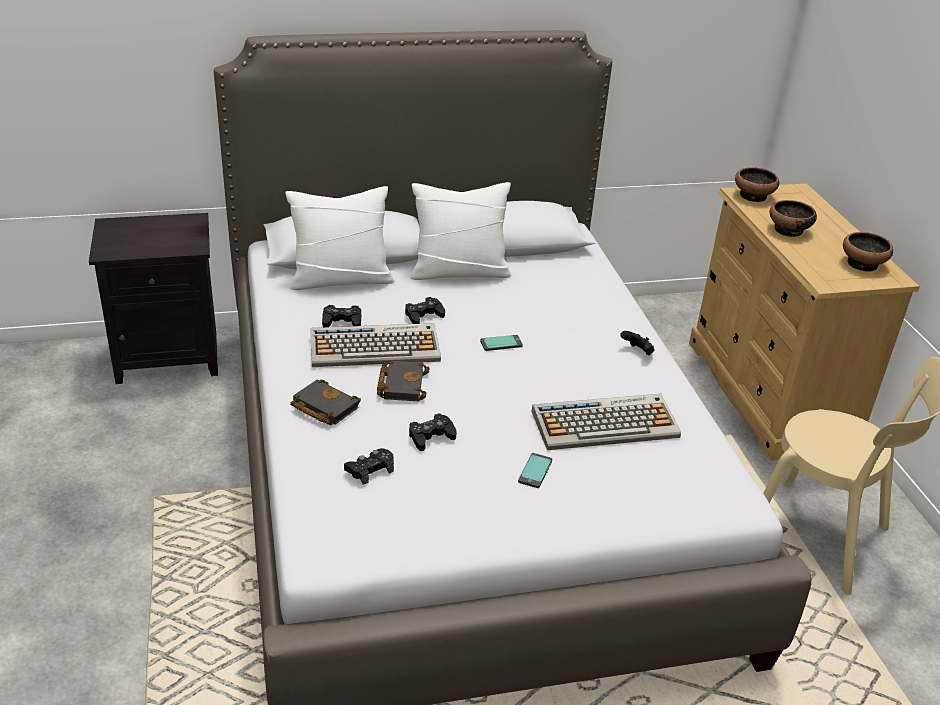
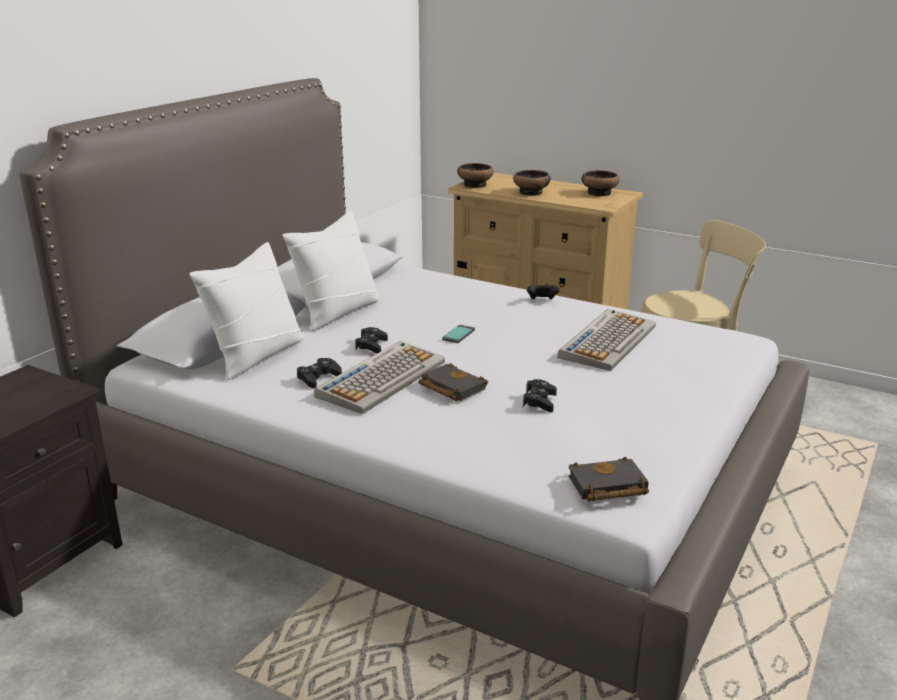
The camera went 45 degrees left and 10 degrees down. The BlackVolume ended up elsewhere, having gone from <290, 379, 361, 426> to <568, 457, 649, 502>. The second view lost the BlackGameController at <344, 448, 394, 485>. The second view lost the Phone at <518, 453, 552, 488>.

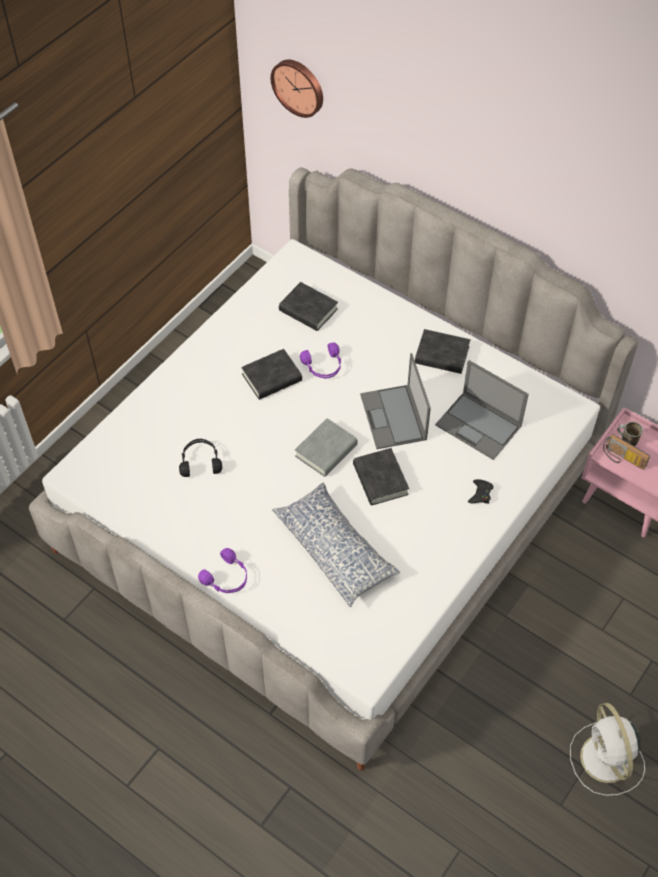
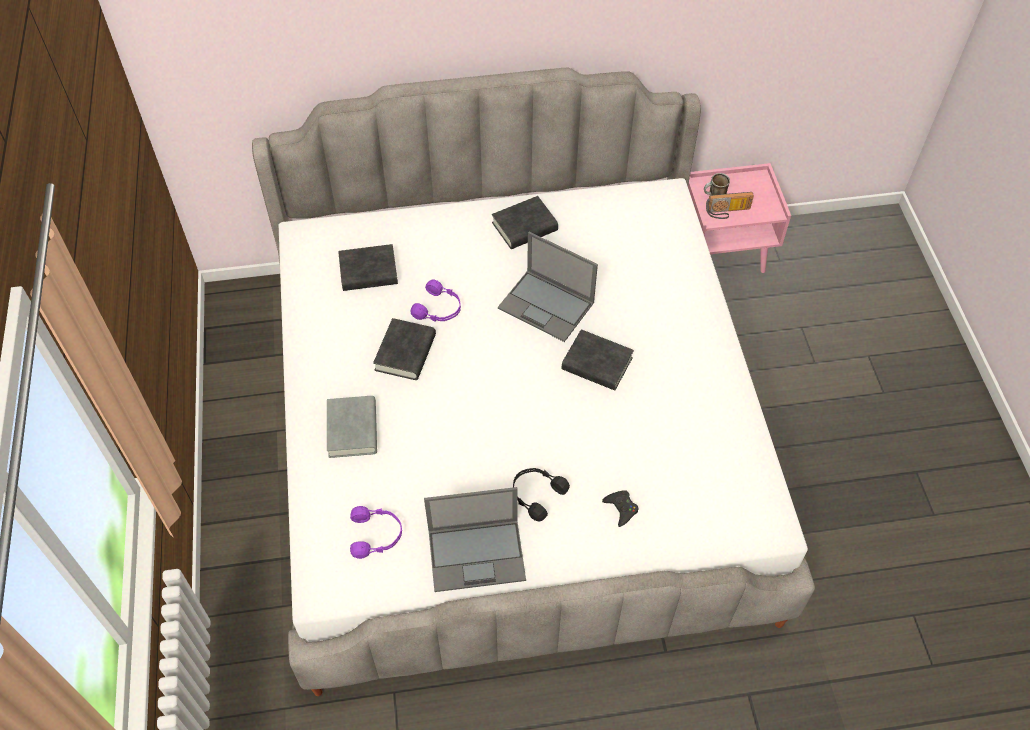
The camera went 45 degrees left and 0 degrees up. The BlackHeadset ended up elsewhere, having gone from <179, 439, 222, 477> to <513, 468, 570, 522>. The PurpleHeadset ended up elsewhere, having gone from <198, 548, 247, 593> to <350, 506, 402, 559>. The second view lost the HangingClock at <271, 60, 323, 118>. The second view lost the ThrowPillow at <272, 483, 400, 607>. The GrayVolume ended up elsewhere, having gone from <295, 418, 358, 477> to <327, 396, 377, 458>. The NotebookComputer ended up elsewhere, having gone from <435, 360, 529, 460> to <424, 487, 526, 592>. The BlackGameController ended up elsewhere, having gone from <468, 479, 493, 504> to <602, 490, 638, 527>. The second view lost the WhiteColouredFan at <570, 703, 645, 796>.

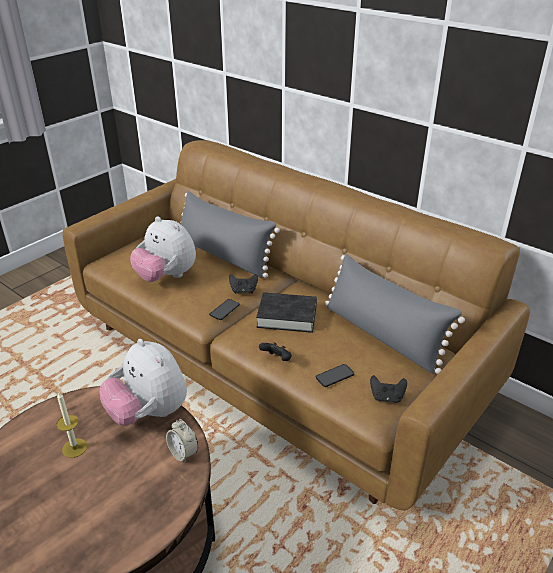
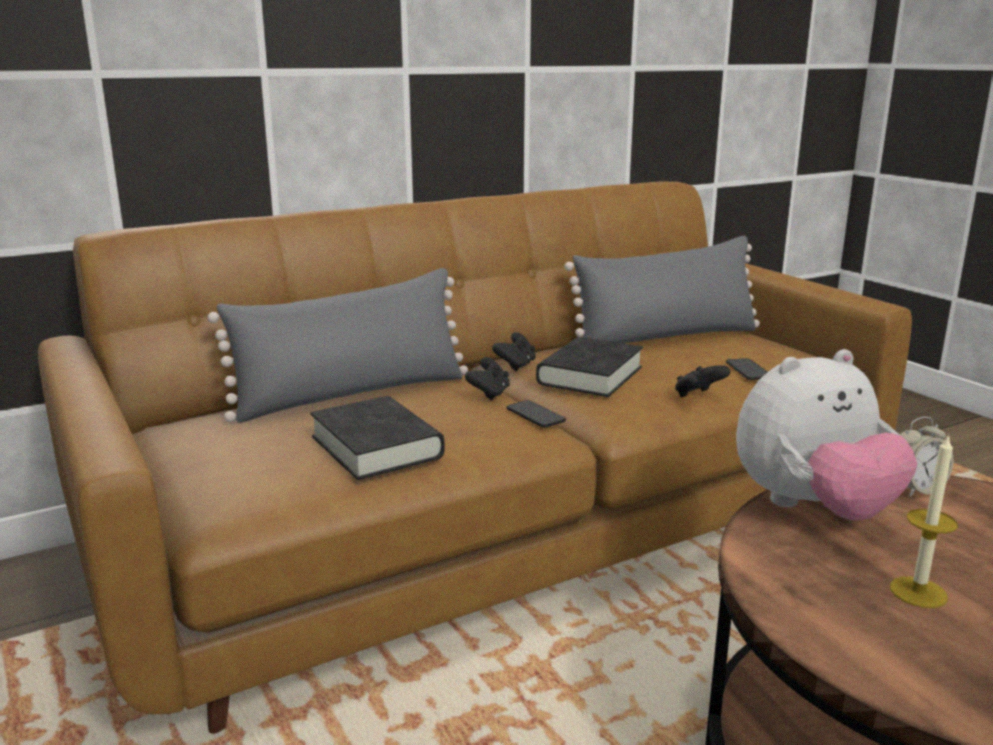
The camera went 70 degrees left and 15 degrees down. Where the PlushToy stood at <130, 216, 196, 282>, the BlackVolume came to stand at <310, 396, 445, 480>. The BlackGameController ended up elsewhere, having gone from <370, 375, 407, 403> to <492, 332, 536, 371>.

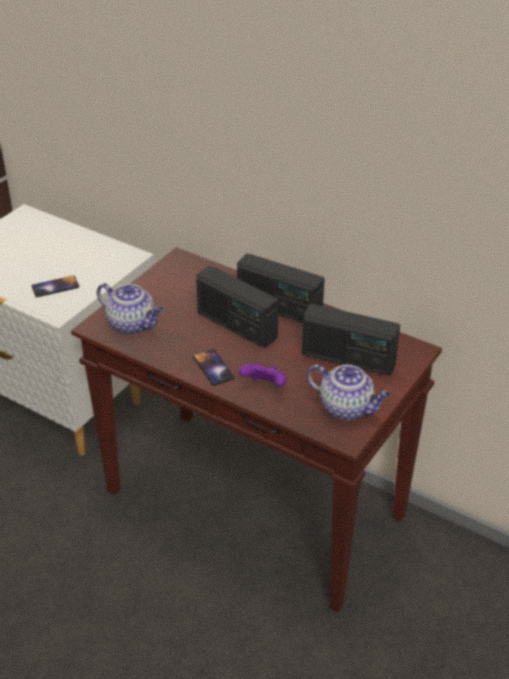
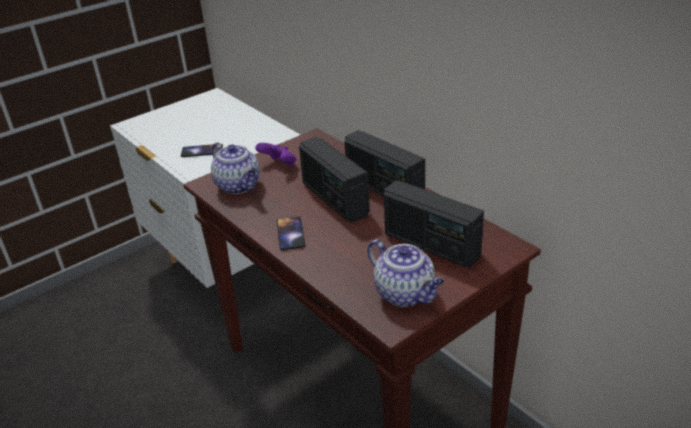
The camera went 20 degrees right and 5 degrees down. The PurpleGameController ended up elsewhere, having gone from <239, 363, 287, 387> to <255, 143, 296, 167>.

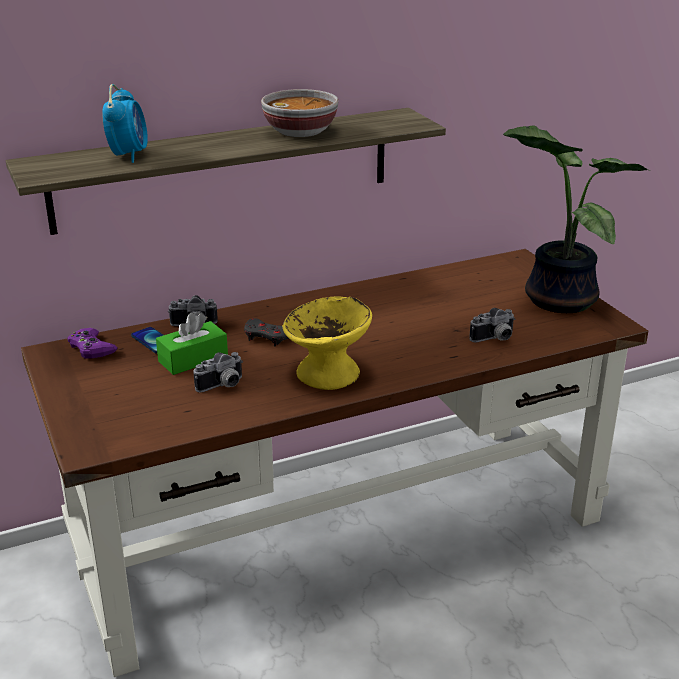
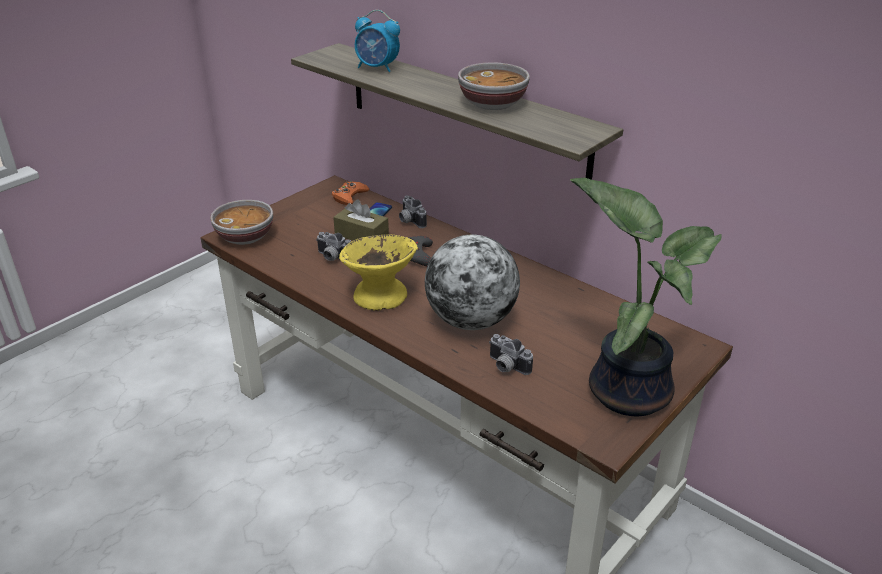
The camera went 65 degrees right and 5 degrees up. What was the PurpleGameController at <68, 328, 118, 359> turned into the OrangeyGameController at <332, 181, 369, 205>. The BedsideClock at <102, 84, 148, 163> ended up facing another way, 45 degrees clockwise from before. What was the GreenBoxOfTissues at <156, 313, 228, 375> turned into the BrownBoxOfTissues at <333, 199, 389, 241>. The second view gained the ServingBowl at <210, 200, 273, 245>. The second view gained the WorldGlobe at <425, 235, 520, 330>.

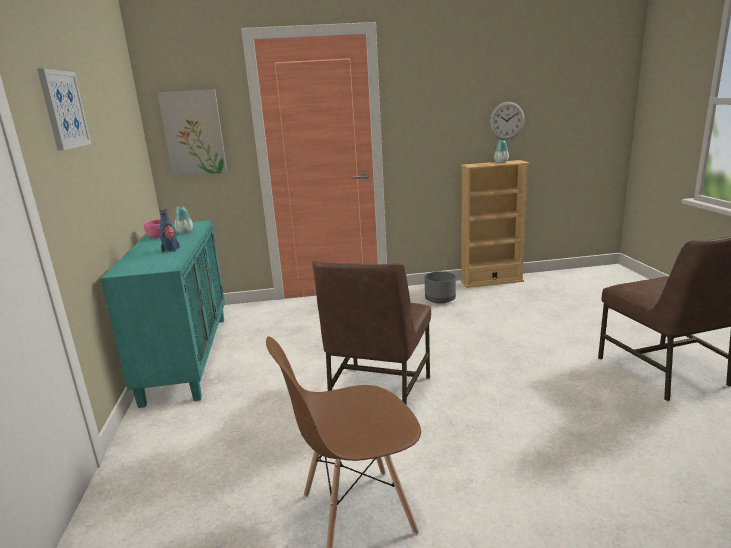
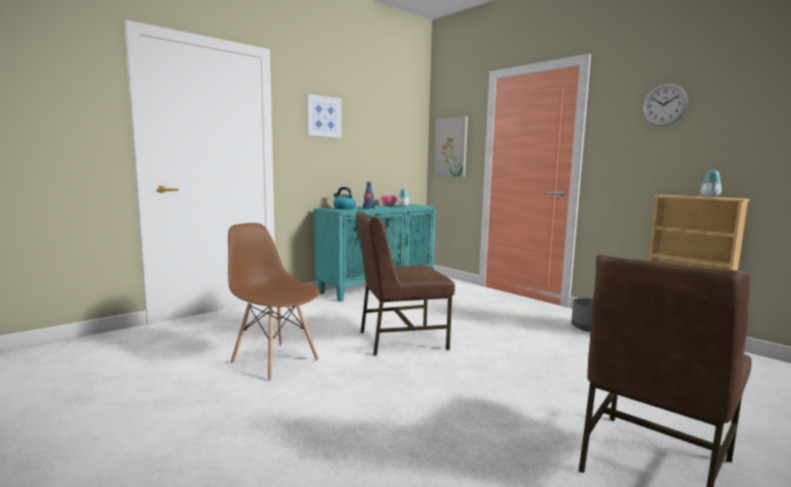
The camera went 55 degrees right and 10 degrees down. The HangingClock ended up elsewhere, having gone from <489, 102, 524, 140> to <642, 84, 688, 126>. The second view gained the TeaKettle at <333, 187, 356, 209>.

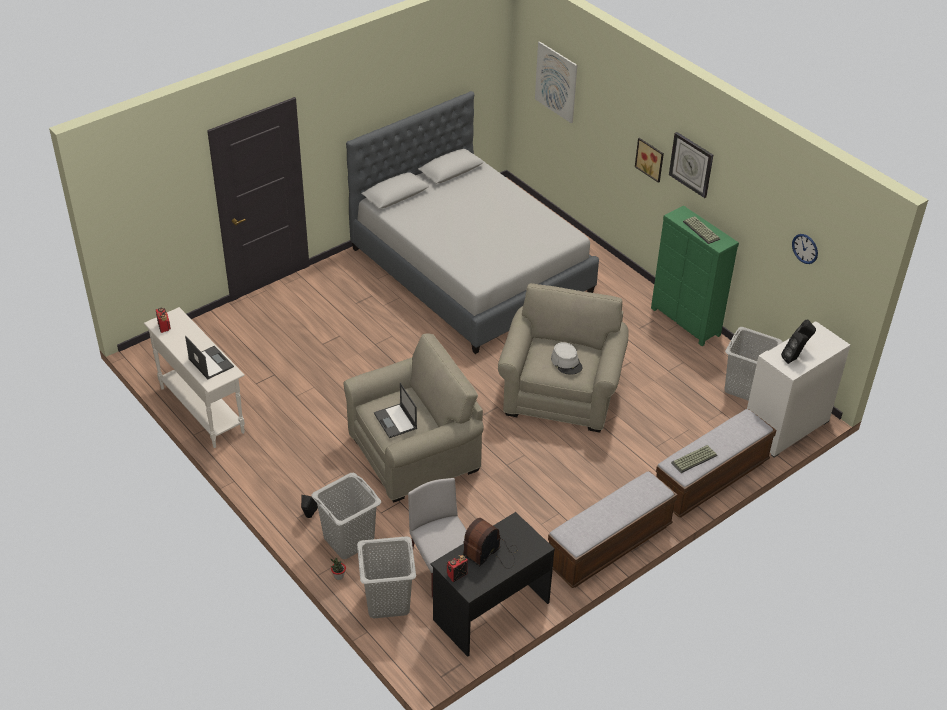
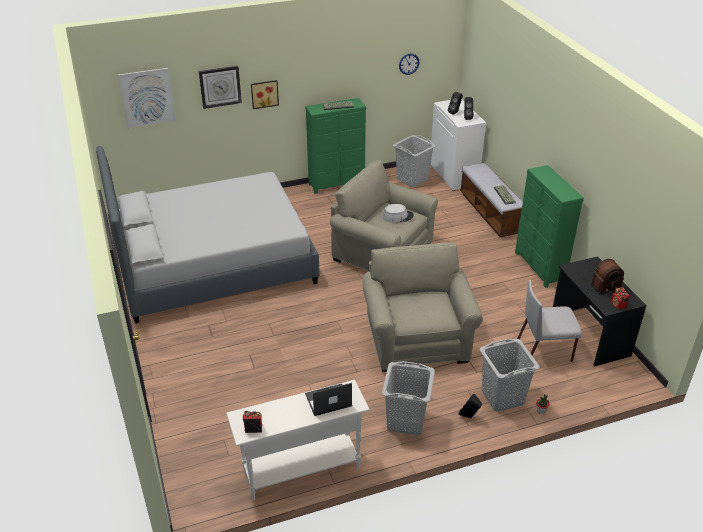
The camera went 70 degrees left and 5 degrees down. The GrayLaundryBasket ended up elsewhere, having gone from <357, 536, 416, 619> to <382, 361, 435, 435>. The second view lost the NotebookComputer at <374, 383, 417, 438>. The RadioSet at <463, 518, 518, 569> ended up facing another way, 75 degrees counterclockwise from before. Where the LongSeat stood at <548, 471, 678, 588>, the GreenDresser came to stand at <515, 165, 584, 288>. The HangingClock ended up elsewhere, having gone from <669, 132, 713, 198> to <199, 66, 242, 109>.

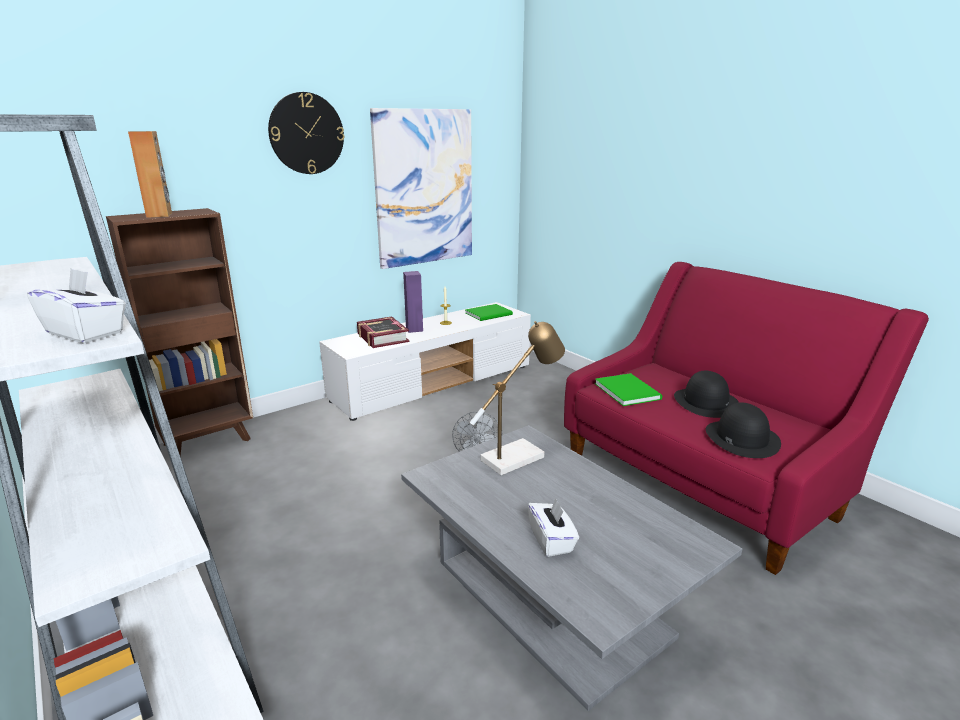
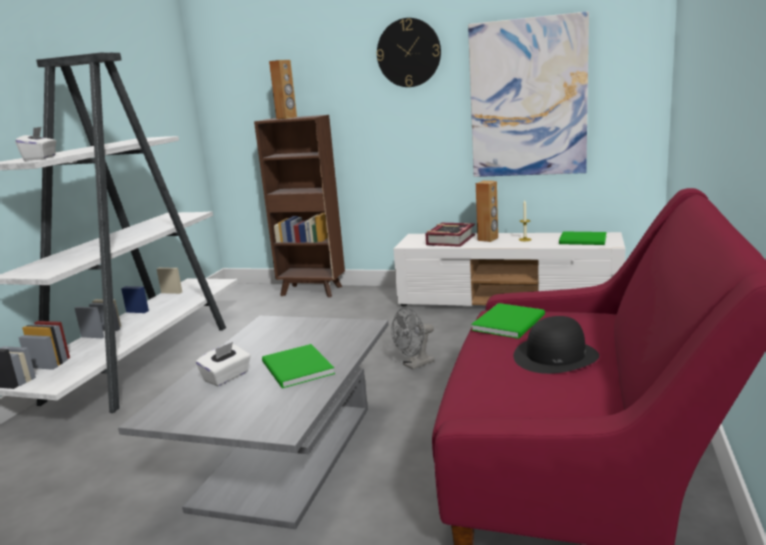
The camera went 55 degrees right and 5 degrees down. What was the PurpleAudioSpeaker at <403, 271, 423, 333> turned into the BrownAudioSpeaker at <476, 181, 498, 242>. The second view lost the TabletopLamp at <469, 321, 565, 475>. The second view lost the BlackHat at <706, 402, 781, 458>. The second view gained the GreenVolume at <262, 344, 335, 388>.

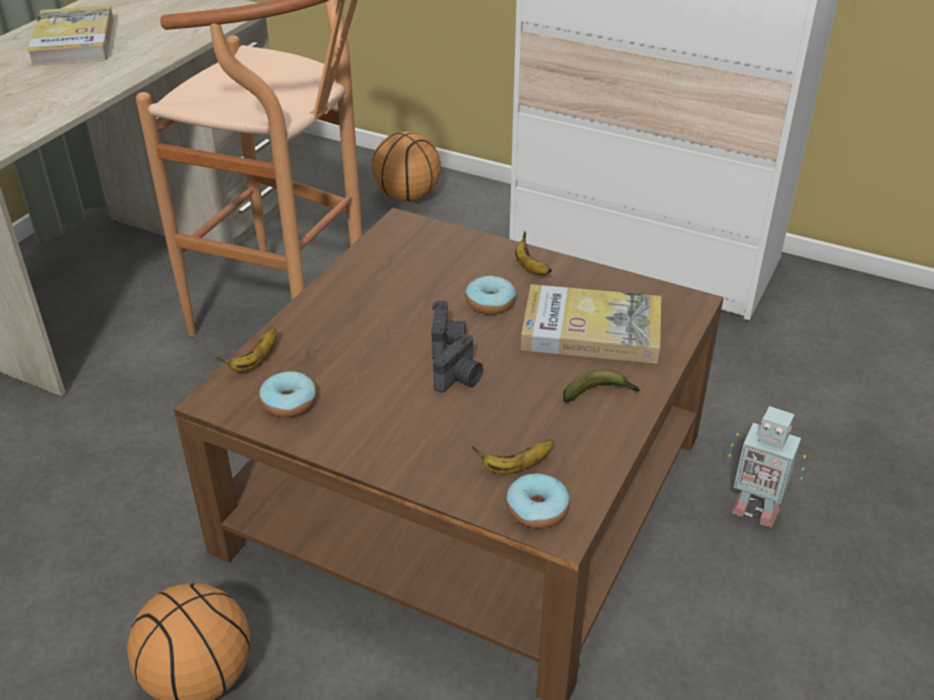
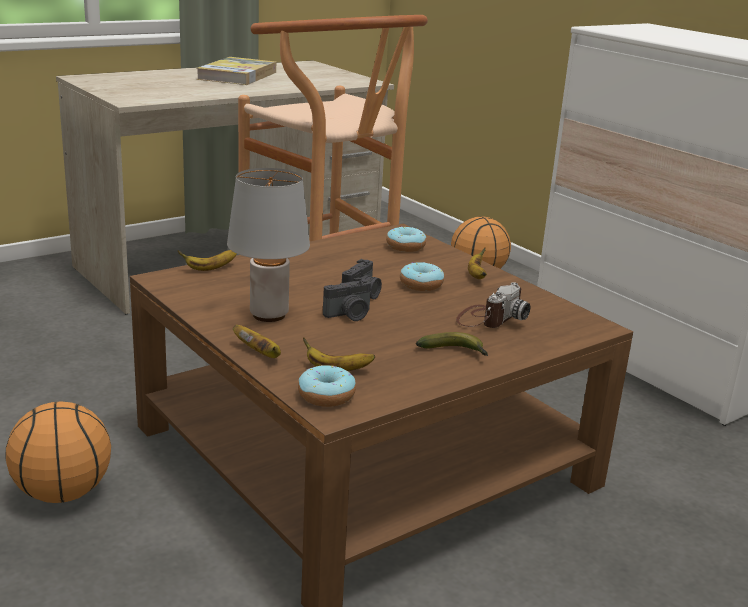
The camera went 25 degrees right and 15 degrees down. The RingDoughnut ended up elsewhere, having gone from <259, 371, 316, 417> to <386, 226, 426, 252>. Where the Volume stood at <521, 284, 661, 364>, the PhotoCamera came to stand at <456, 282, 531, 328>. The second view lost the ModelRobot at <729, 406, 806, 528>. The second view gained the GrayTabletopLamp at <227, 168, 310, 322>. The second view gained the Banana at <233, 325, 281, 358>.

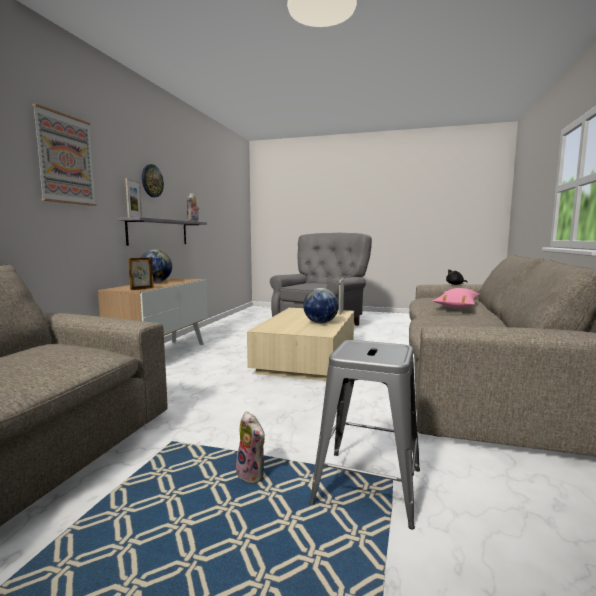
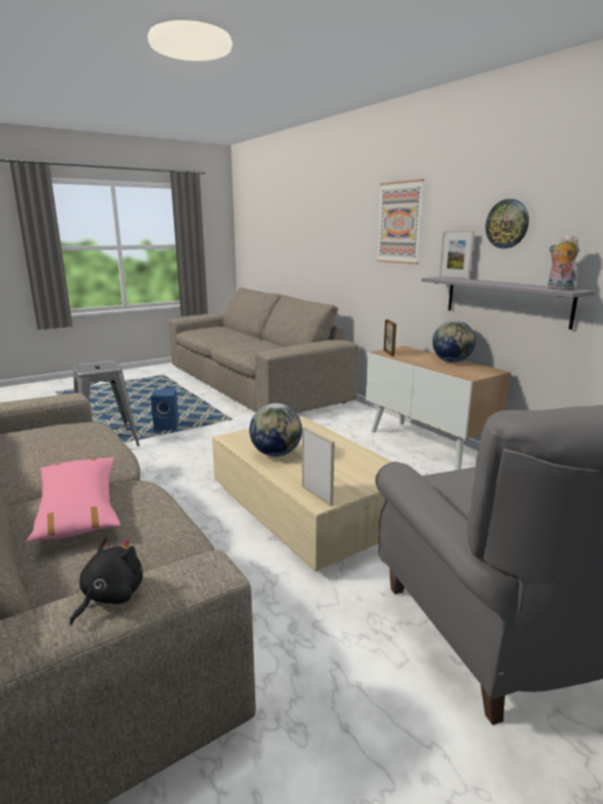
The camera went 130 degrees right and 10 degrees up. Where the PlushToy stood at <236, 411, 265, 483>, the BlueAudioSpeaker came to stand at <151, 389, 179, 431>.

